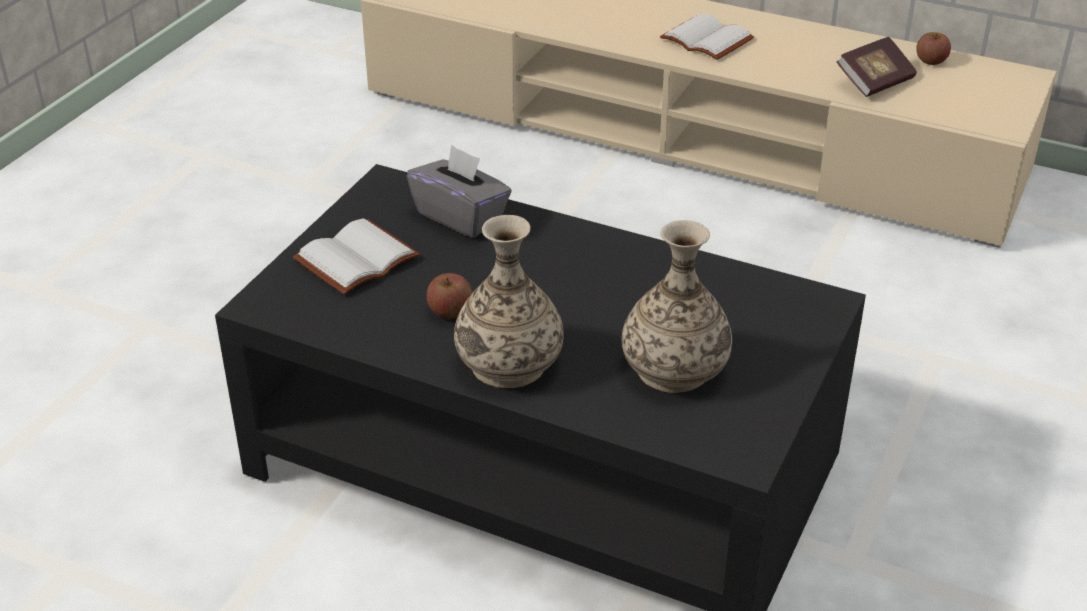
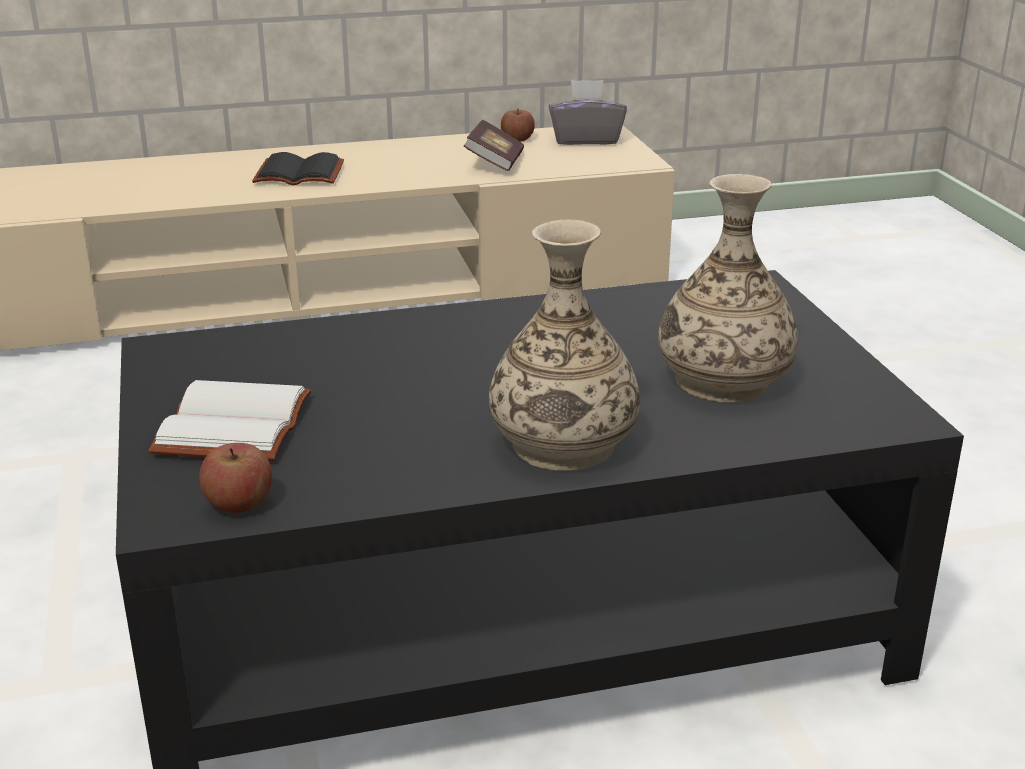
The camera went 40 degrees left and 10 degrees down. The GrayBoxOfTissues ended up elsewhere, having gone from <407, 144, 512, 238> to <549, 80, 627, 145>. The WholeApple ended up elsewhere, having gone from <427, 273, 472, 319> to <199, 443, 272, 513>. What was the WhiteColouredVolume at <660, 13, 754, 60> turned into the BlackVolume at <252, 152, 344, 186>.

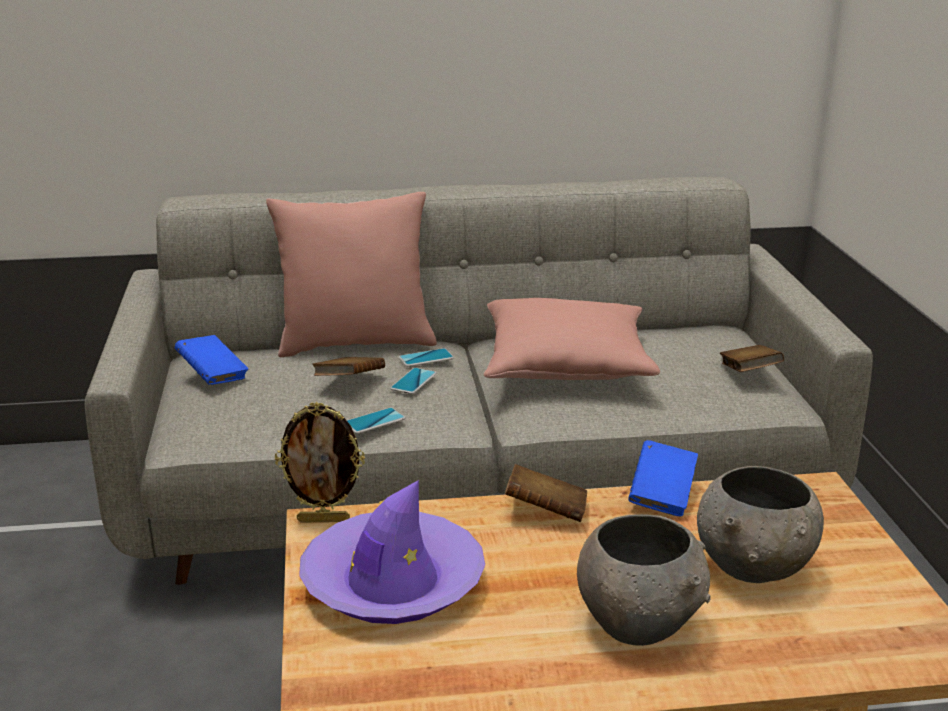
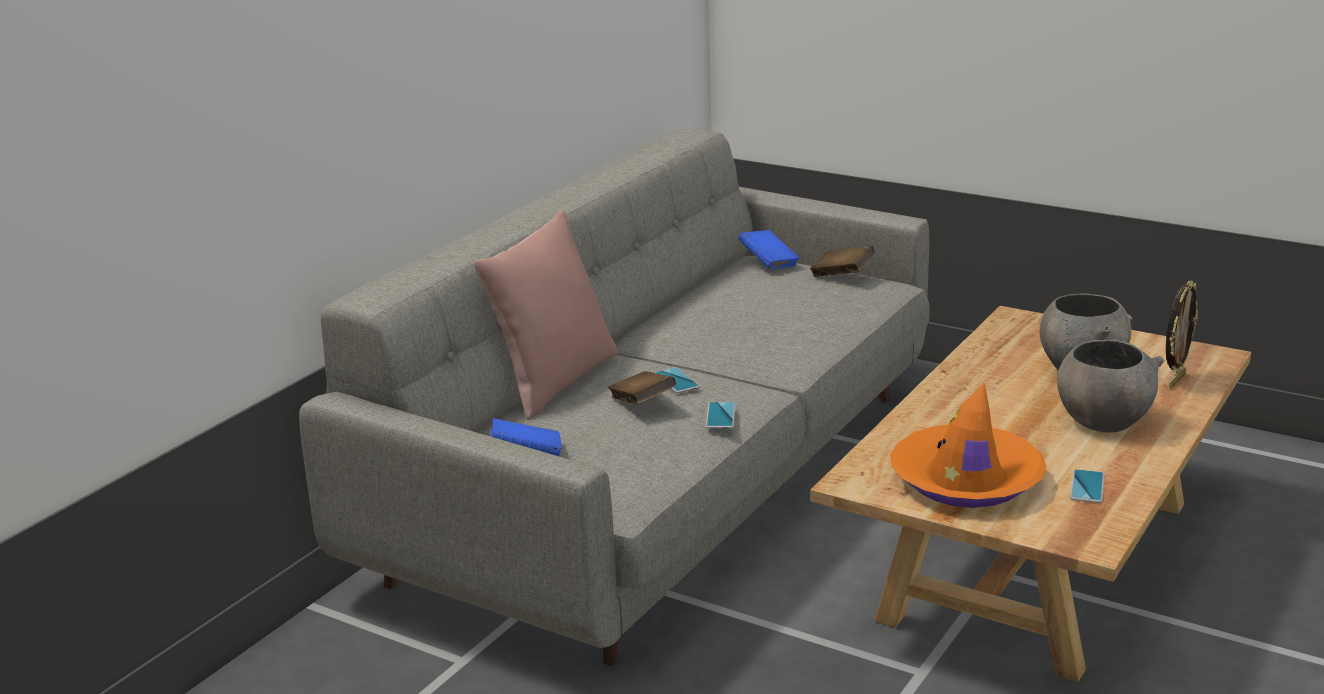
The camera went 50 degrees left and 0 degrees up. The StandingFrame ended up elsewhere, having gone from <275, 402, 365, 523> to <1166, 280, 1198, 388>. What was the PurpleHat at <299, 480, 485, 624> turned into the OrangeyHat at <890, 383, 1047, 508>. The Phone ended up elsewhere, having gone from <399, 348, 454, 367> to <1070, 469, 1104, 503>. The second view lost the PinkishThrowPillow at <484, 298, 660, 380>. The second view lost the BrownVolume at <505, 464, 587, 522>. The BlueVolume ended up elsewhere, having gone from <628, 440, 698, 516> to <738, 230, 799, 269>.

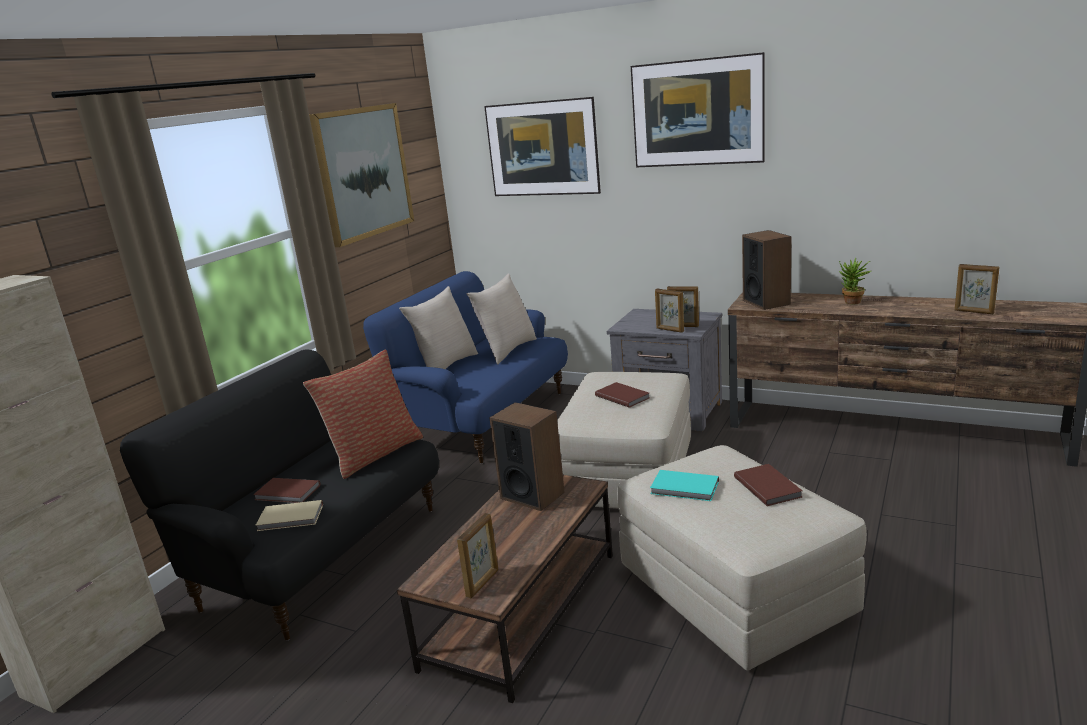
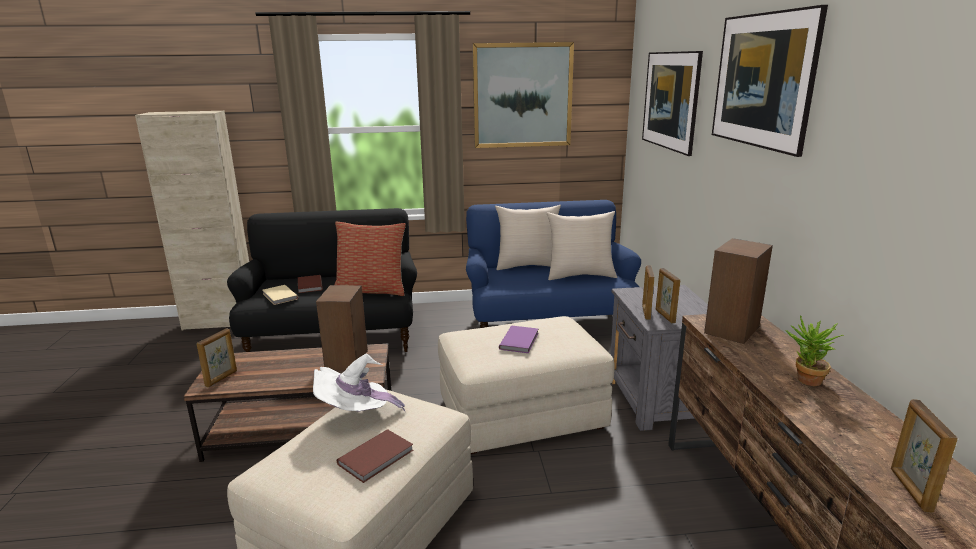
The camera went 55 degrees right and 0 degrees up. The StandingFrame at <457, 513, 498, 598> ended up facing another way, 60 degrees counterclockwise from before. What was the BrownVolume at <595, 382, 649, 408> turned into the PurpleVolume at <499, 326, 538, 353>. Where the TurquoiseColouredVolume stood at <650, 470, 719, 501>, the WhiteColouredHat came to stand at <313, 354, 406, 413>.

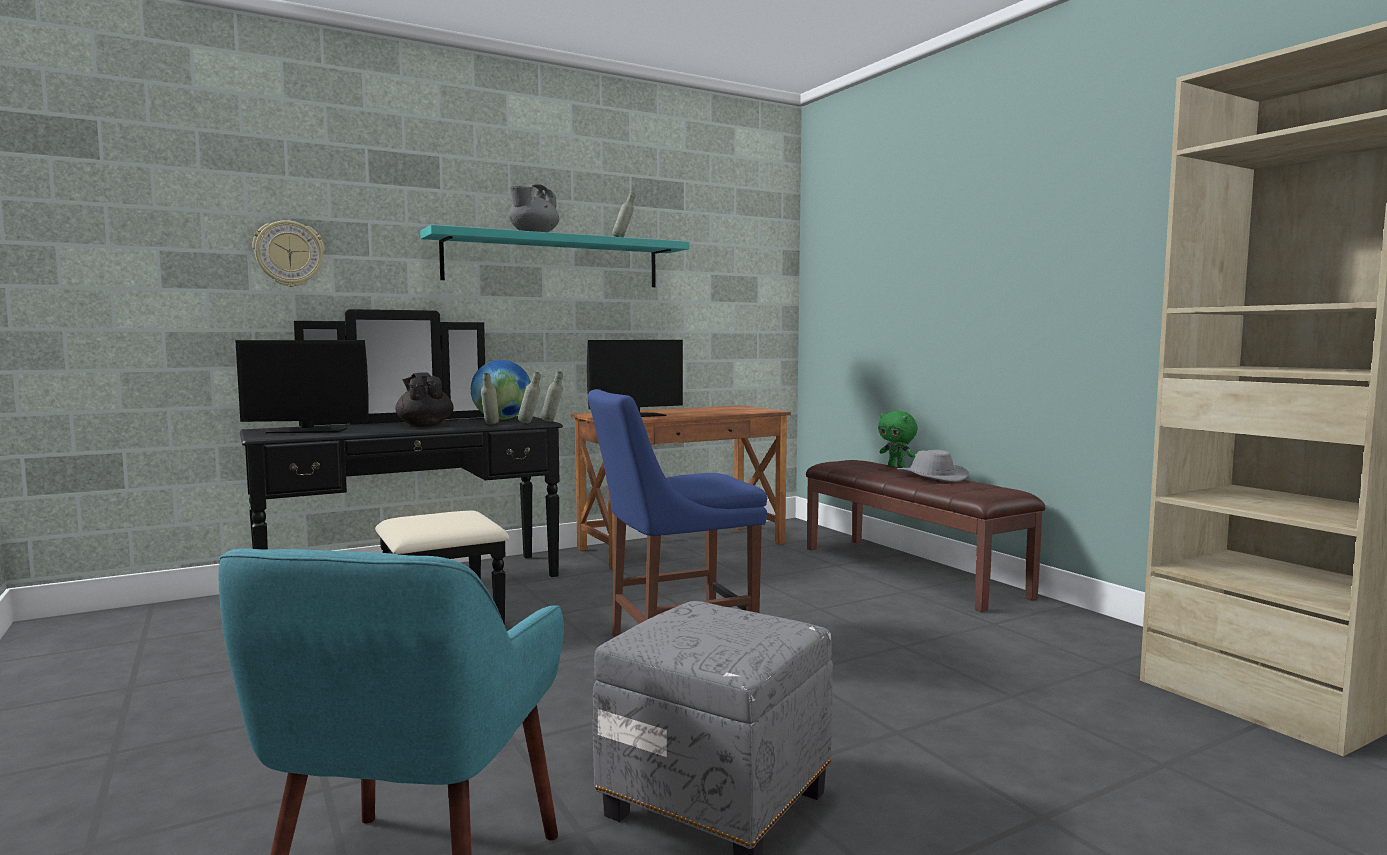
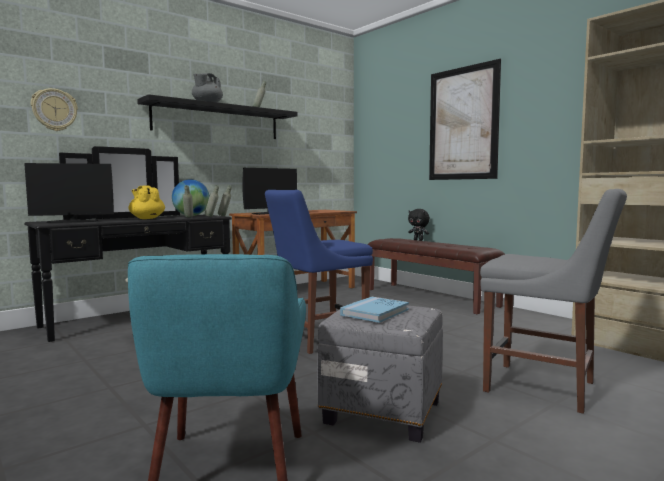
The camera went 10 degrees left and 0 degrees up. What was the BlackTeapot at <395, 372, 454, 427> turned into the YellowTeapot at <128, 185, 165, 219>. What was the TurquoiseColouredBracketShelf at <420, 225, 689, 287> turned into the BlackBracketShelf at <137, 94, 297, 139>. What was the GreenPlushToy at <878, 411, 918, 468> turned into the BlackPlushToy at <408, 209, 430, 241>. The second view lost the GrayHat at <897, 450, 969, 482>. The second view gained the BlueVolume at <340, 297, 409, 323>. The second view gained the WallPicture at <429, 59, 501, 180>. The second view gained the GrayChair at <480, 189, 627, 414>.

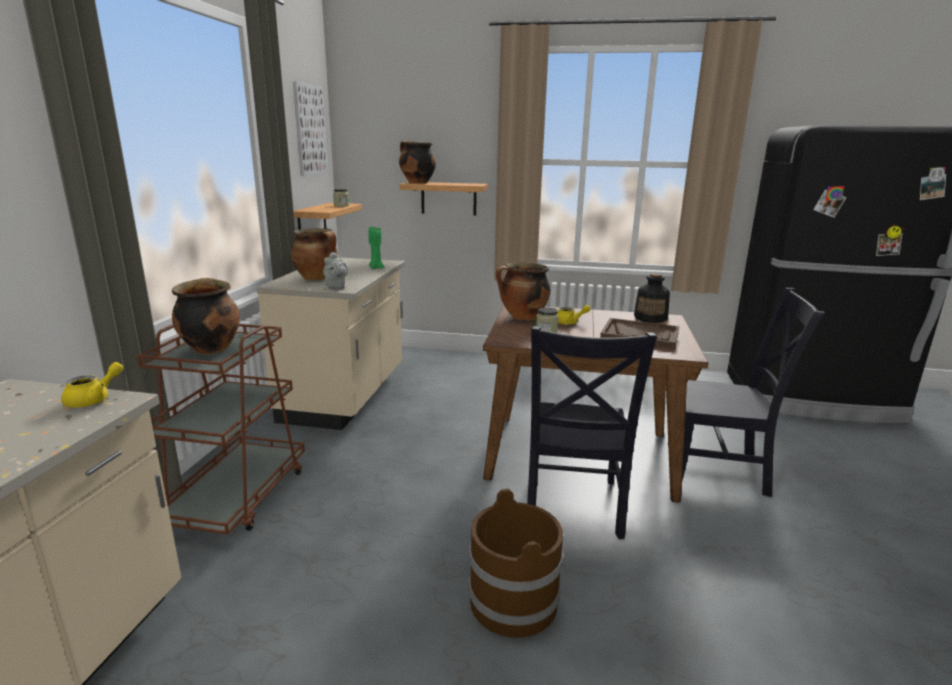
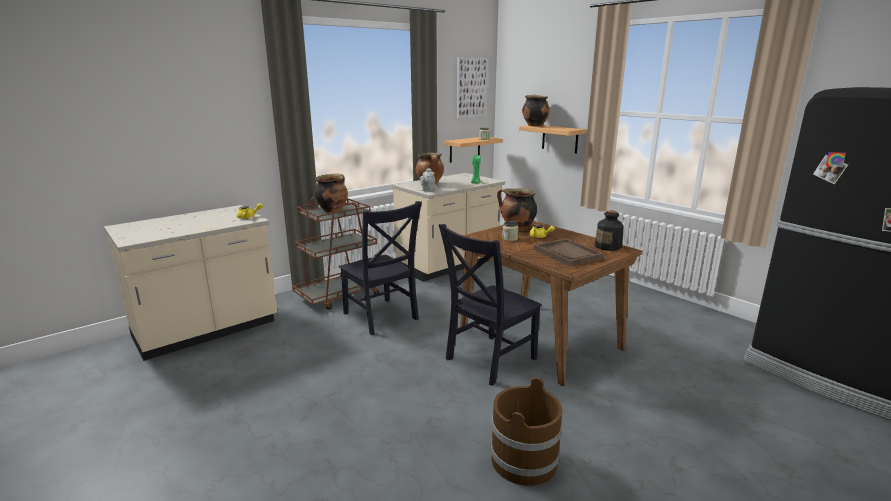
The camera went 40 degrees right and 0 degrees up. The BrownPail ended up elsewhere, having gone from <469, 489, 563, 638> to <491, 377, 562, 486>. The BlackChair ended up elsewhere, having gone from <682, 288, 824, 497> to <339, 201, 422, 335>.

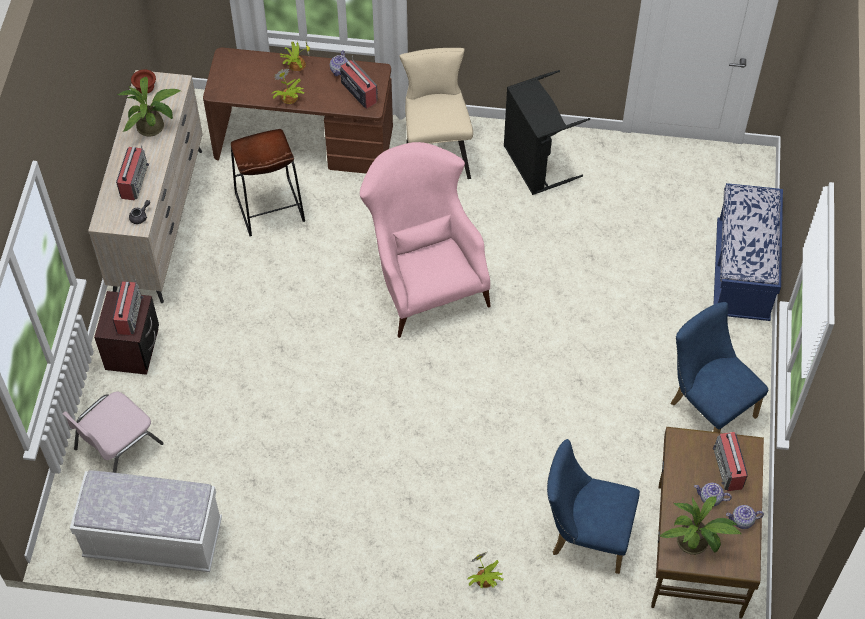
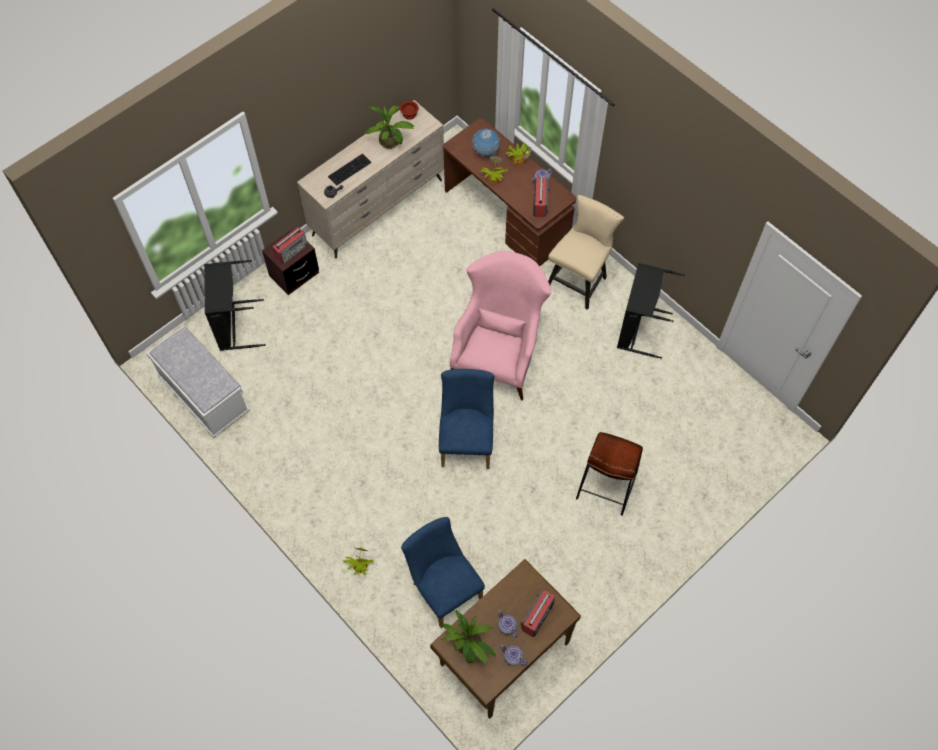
The camera went 40 degrees right and 5 degrees up. Where the PinkishChair stood at <62, 392, 164, 473>, the BlackLaundryBasket came to stand at <204, 260, 266, 351>. Where the RadioSet stood at <116, 145, 149, 201>, the Keyboard came to stand at <328, 153, 371, 186>. The BrownStoolSeat ended up elsewhere, having gone from <231, 129, 305, 236> to <576, 432, 643, 516>. The BlueChair ended up elsewhere, having gone from <671, 302, 768, 433> to <439, 369, 494, 469>. The second view lost the BlueLongSeat at <713, 183, 783, 321>. The second view gained the WorldGlobe at <472, 128, 500, 157>.

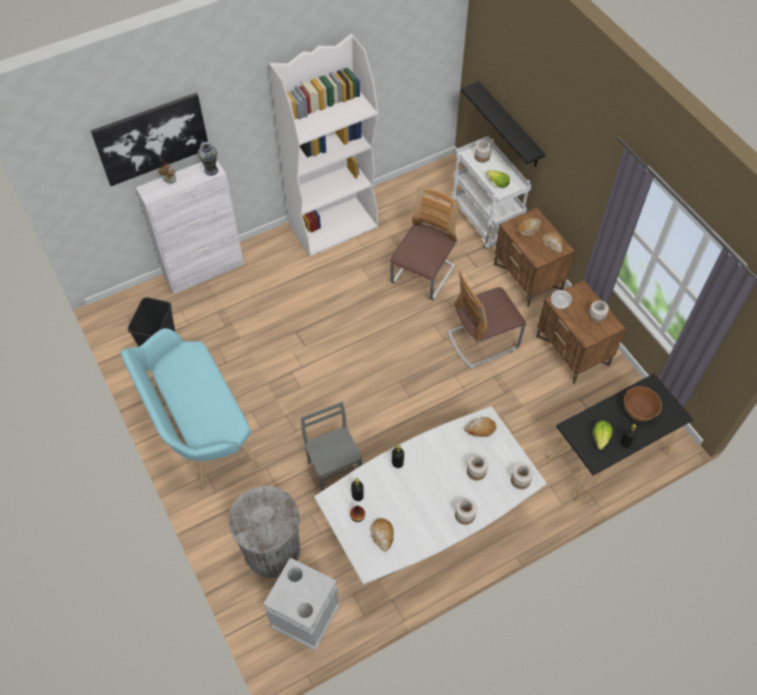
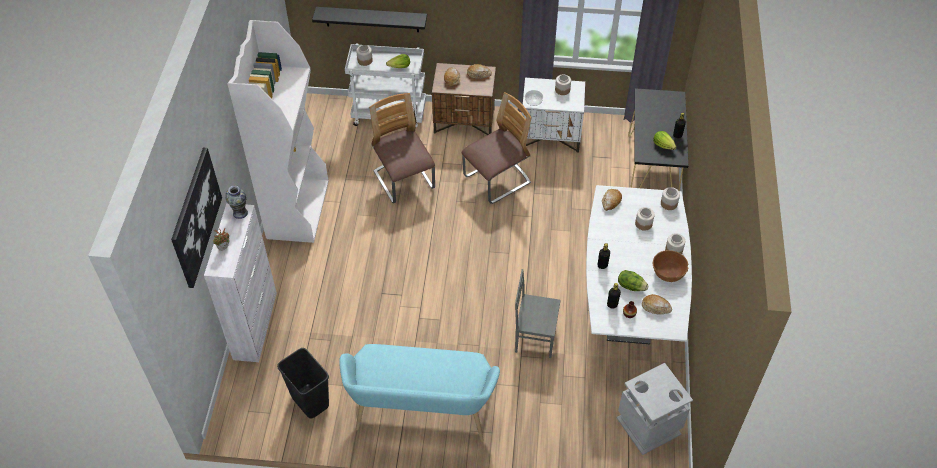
The camera went 55 degrees left and 5 degrees down. The second view lost the GrayTrashCan at <228, 486, 301, 578>. The Chair at <448, 271, 526, 369> ended up facing another way, 135 degrees counterclockwise from before. What was the BrownNightstand at <536, 280, 626, 385> turned into the WhiteColouredNightstand at <522, 78, 585, 153>. The BrownServingBowl ended up elsewhere, having gone from <624, 386, 662, 421> to <653, 250, 688, 282>. The second view gained the HeadOfLettuce at <618, 270, 648, 291>.

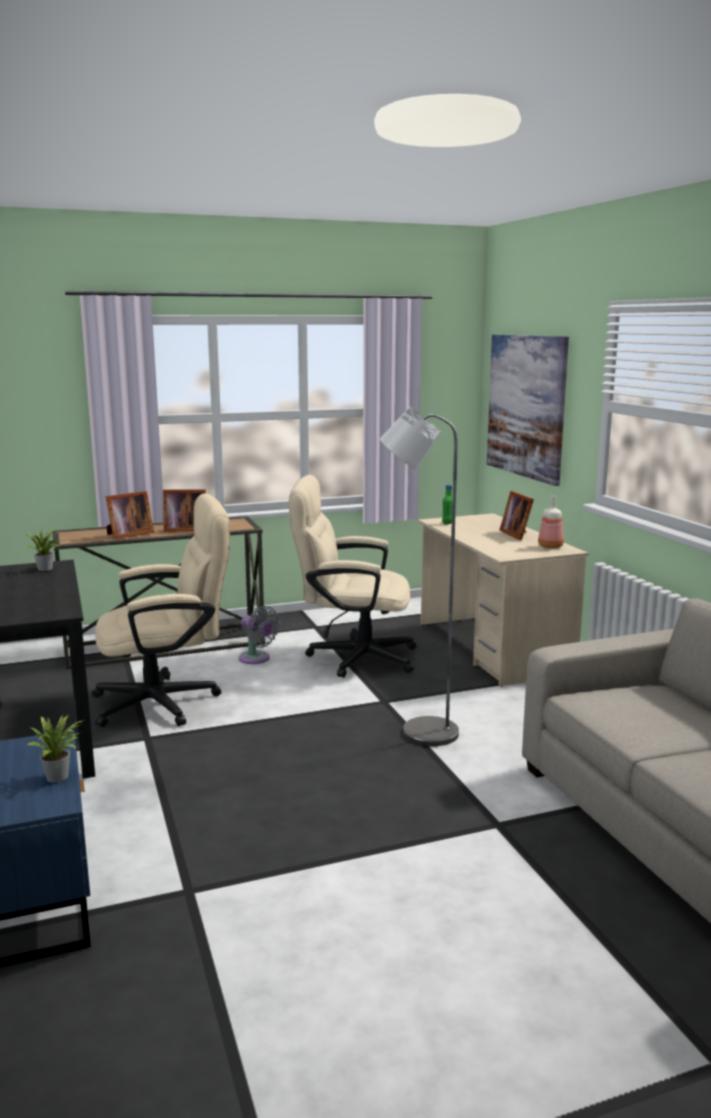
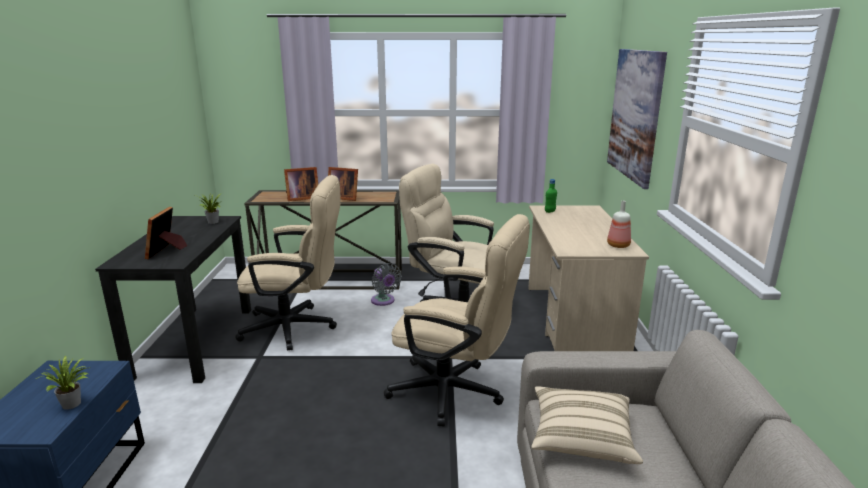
The camera went 20 degrees right and 5 degrees up. Where the GrayStandardLamp stood at <380, 407, 459, 746>, the BeigeComputerChair came to stand at <384, 214, 530, 427>. The StandingFrame ended up elsewhere, having gone from <499, 491, 534, 540> to <145, 207, 187, 259>. The second view gained the BeigeThrowPillow at <531, 386, 643, 464>.

